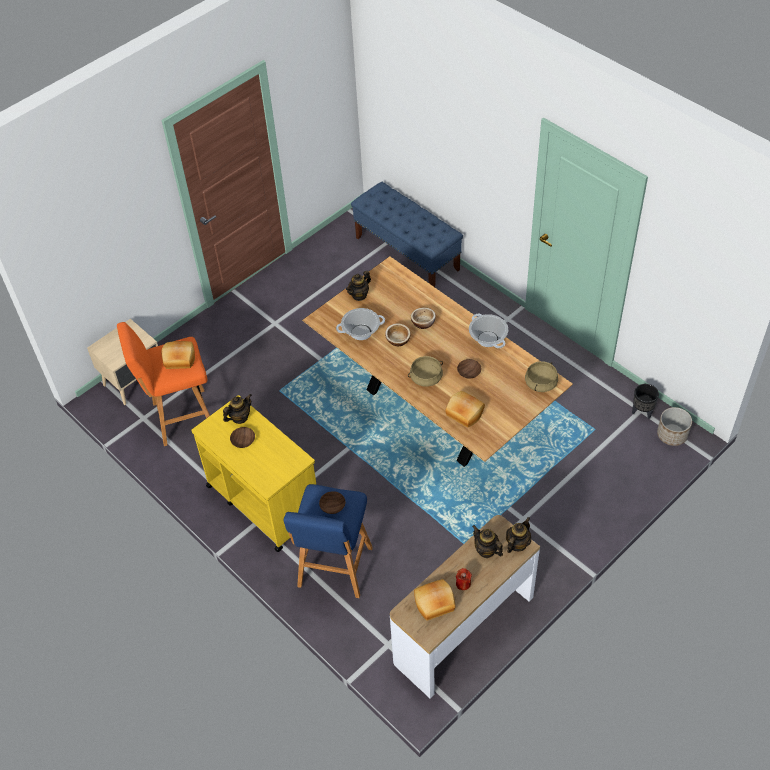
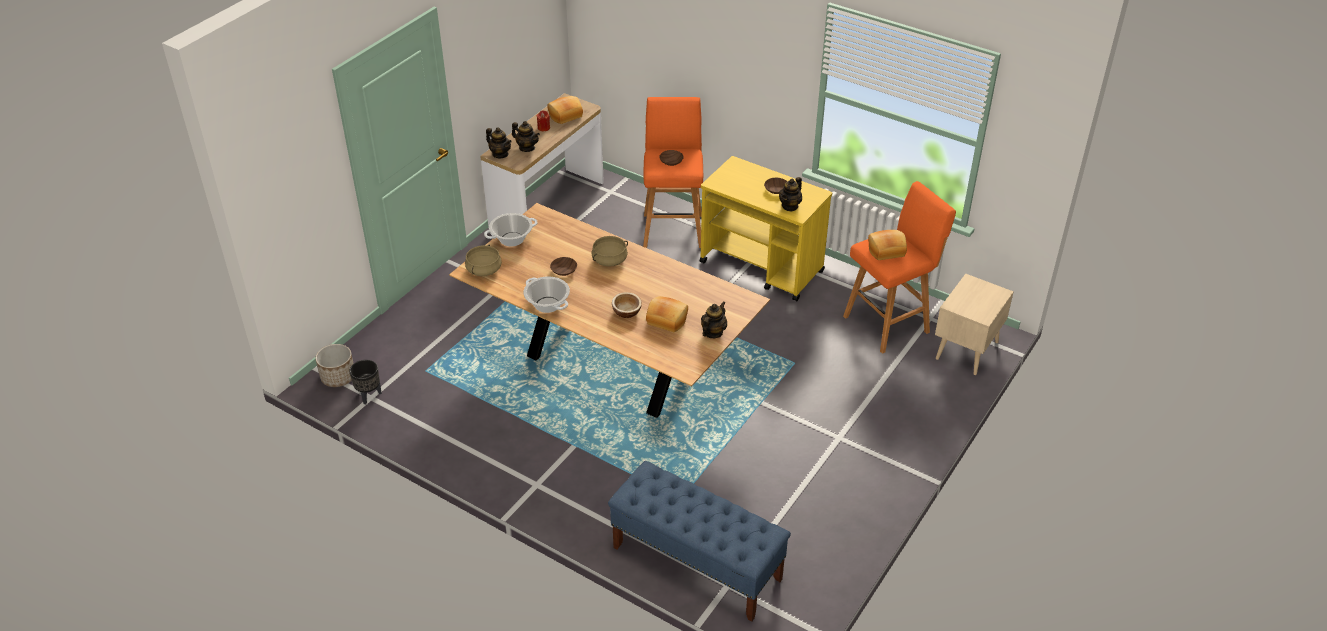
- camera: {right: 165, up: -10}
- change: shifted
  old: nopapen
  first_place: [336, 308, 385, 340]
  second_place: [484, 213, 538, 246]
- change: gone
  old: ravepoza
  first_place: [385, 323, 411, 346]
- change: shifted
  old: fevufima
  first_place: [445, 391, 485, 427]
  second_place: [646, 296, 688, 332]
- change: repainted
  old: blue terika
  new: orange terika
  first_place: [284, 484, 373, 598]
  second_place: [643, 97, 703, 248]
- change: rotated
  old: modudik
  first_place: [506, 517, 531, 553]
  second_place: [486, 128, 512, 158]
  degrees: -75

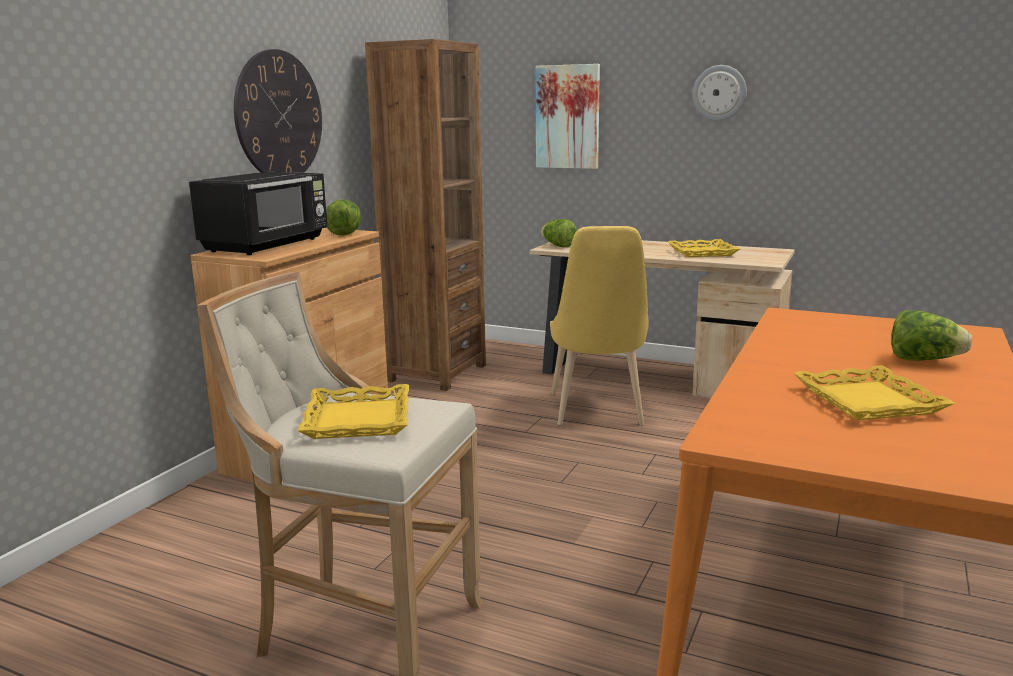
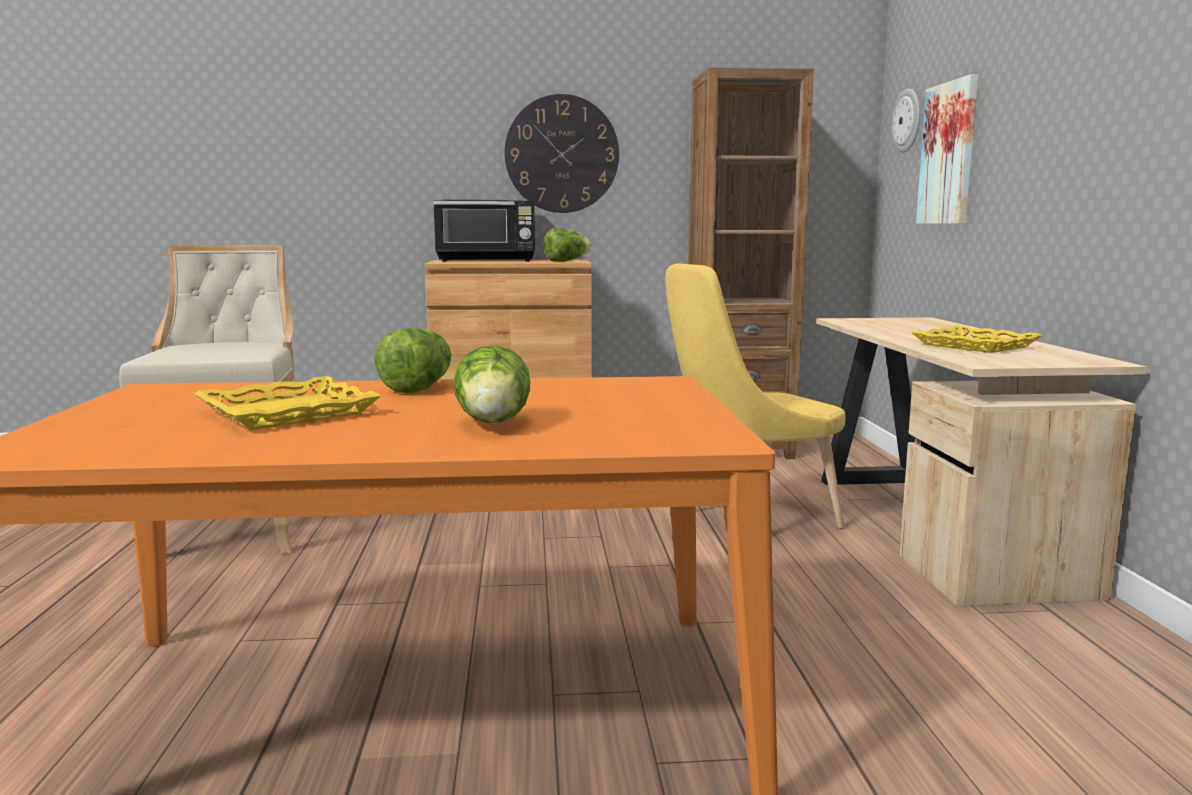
- camera: {right: 60, up: -5}
- change: shifted
  old: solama
  first_place: [692, 65, 747, 121]
  second_place: [892, 88, 920, 153]
- change: shifted
  old: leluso
  first_place: [541, 219, 577, 247]
  second_place: [375, 328, 452, 394]
- change: gone
  old: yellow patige
  first_place: [297, 384, 409, 439]

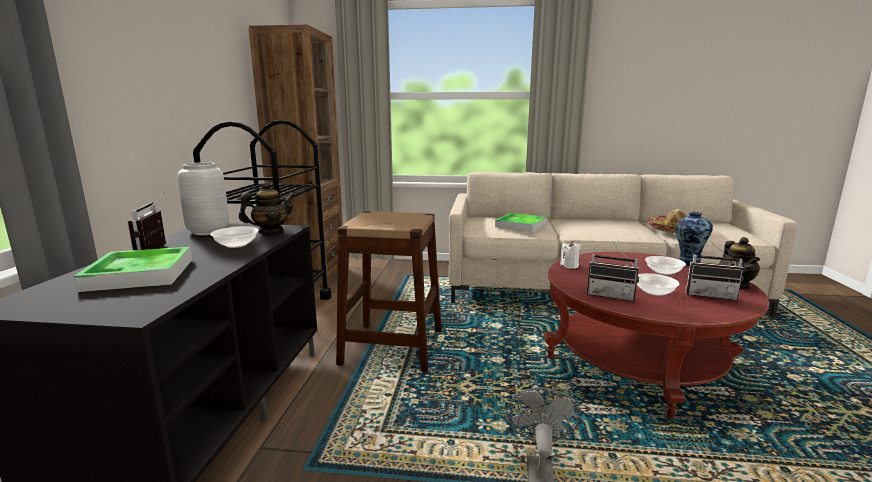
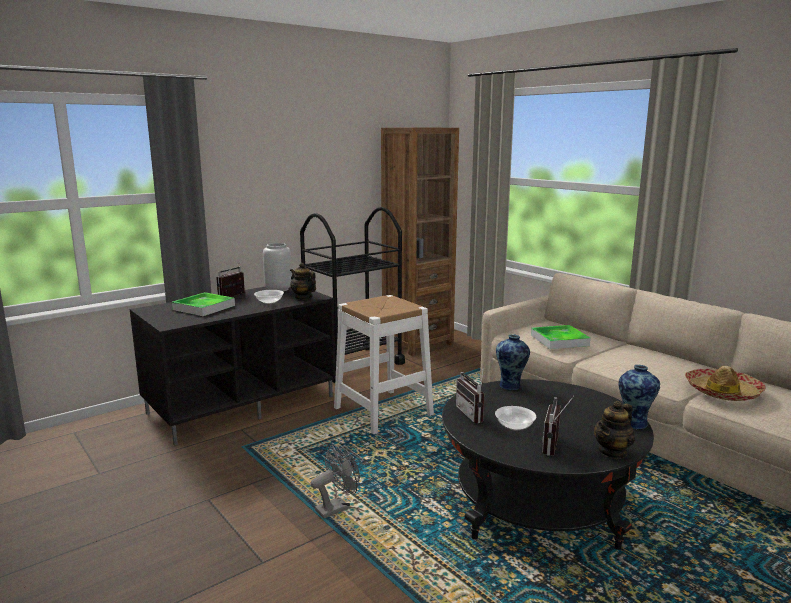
- camera: {right: 45, up: 0}
- change: rotated
  old: modudik
  first_place: [239, 182, 295, 234]
  second_place: [290, 263, 316, 300]
  degrees: -150
- change: repainted
  old: brown terika
  new: white terika
  first_place: [336, 211, 442, 372]
  second_place: [334, 295, 434, 434]
- change: swapped
  old: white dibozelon
  new: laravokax
  first_place: [560, 241, 581, 269]
  second_place: [496, 334, 530, 390]
- change: rotated
  old: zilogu
  first_place: [685, 241, 744, 300]
  second_place: [542, 396, 574, 456]
  degrees: 45
- change: repainted
  old: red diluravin
  new: black diluravin
  first_place: [544, 252, 769, 419]
  second_place: [442, 379, 654, 550]
- change: gone
  old: ravepoza
  first_place: [645, 256, 686, 275]

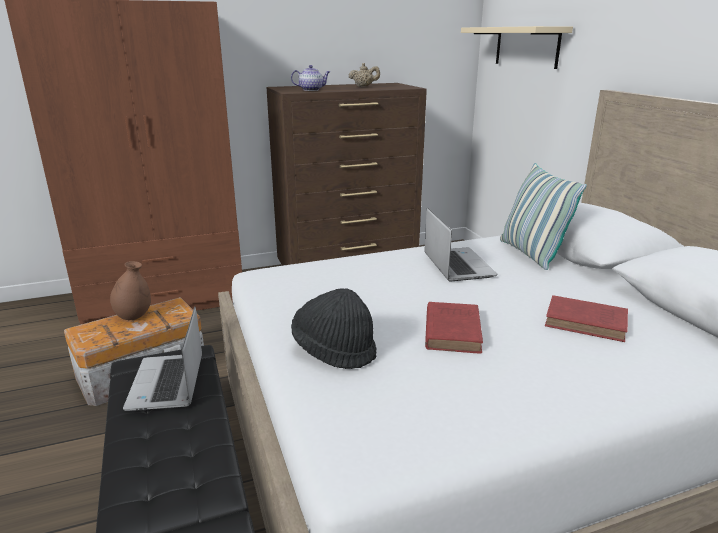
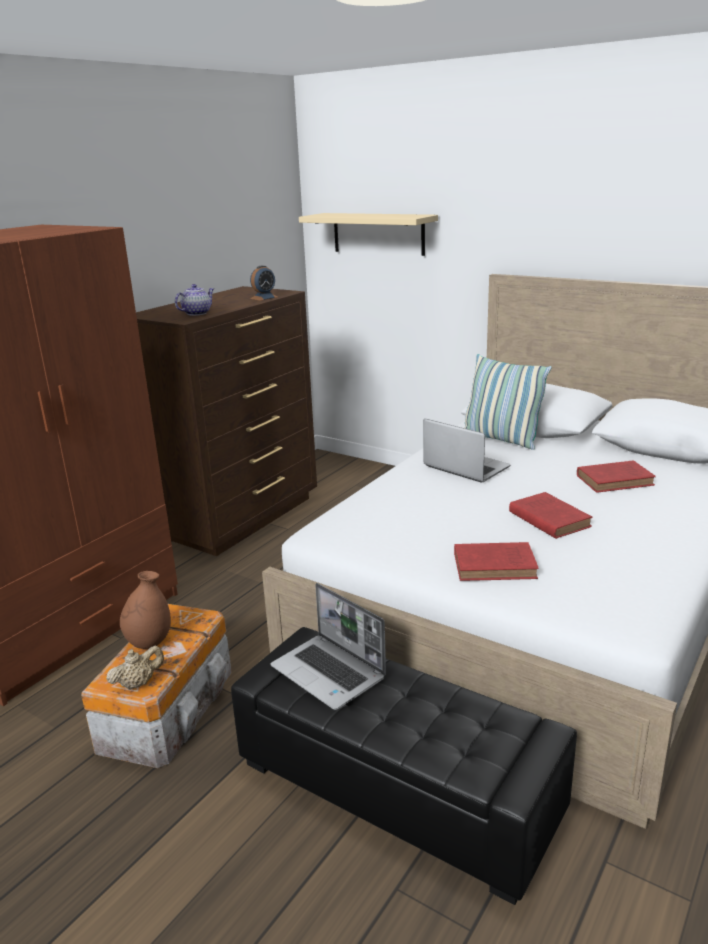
- camera: {right: -35, up: 0}
- change: shifted
  old: beige modudik
  first_place: [348, 63, 380, 87]
  second_place: [106, 645, 164, 690]
- change: swapped
  old: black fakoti
  new: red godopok
  first_place: [291, 288, 376, 369]
  second_place: [454, 542, 539, 581]
- change: new
  new: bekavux
  second_place: [250, 265, 278, 301]

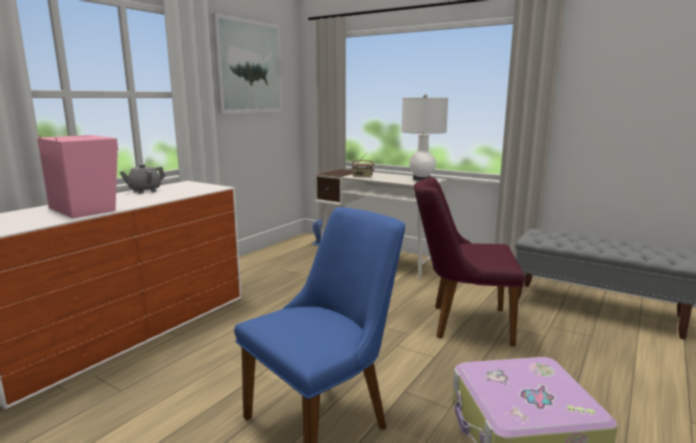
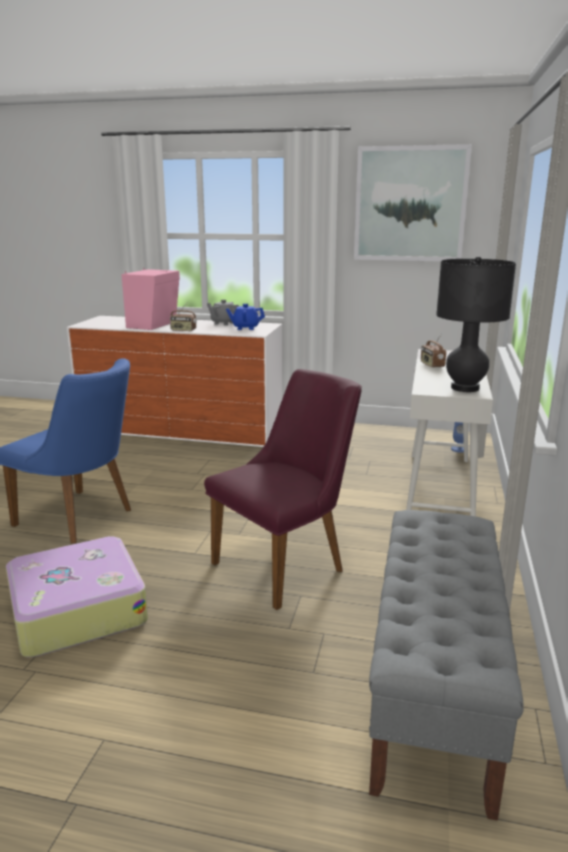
- camera: {right: 70, up: 5}
- change: repainted
  old: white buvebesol
  new: black buvebesol
  first_place: [401, 94, 448, 181]
  second_place: [436, 256, 516, 392]
- change: rotated
  old: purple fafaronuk
  first_place: [414, 177, 525, 346]
  second_place: [204, 369, 362, 610]
  degrees: 60
- change: new
  new: zilogu
  second_place: [170, 302, 197, 332]
- change: new
  new: blue modudik
  second_place: [226, 304, 265, 330]

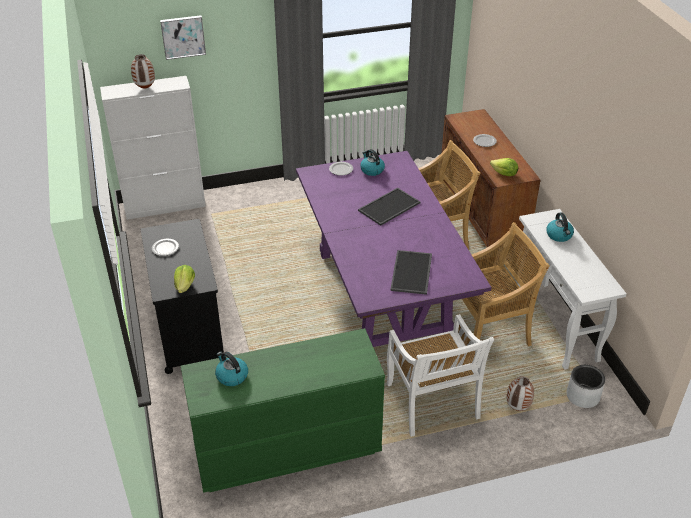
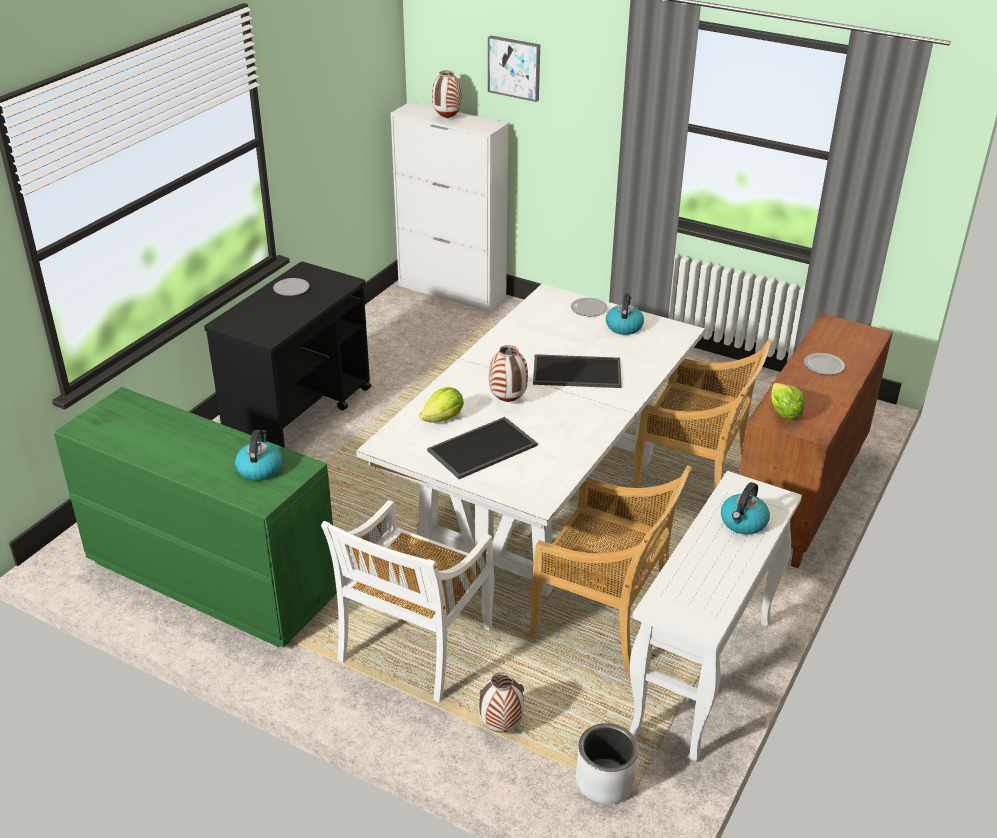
- camera: {right: 45, up: -5}
- change: repainted
  old: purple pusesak
  new: white pusesak
  first_place: [296, 151, 492, 347]
  second_place: [356, 284, 705, 596]
- change: shifted
  old: leluso
  first_place: [174, 265, 195, 293]
  second_place: [420, 387, 464, 423]
- change: shifted
  old: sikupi
  first_place: [215, 352, 248, 386]
  second_place: [235, 430, 282, 481]
- change: new
  new: laravokax
  second_place: [489, 345, 528, 402]

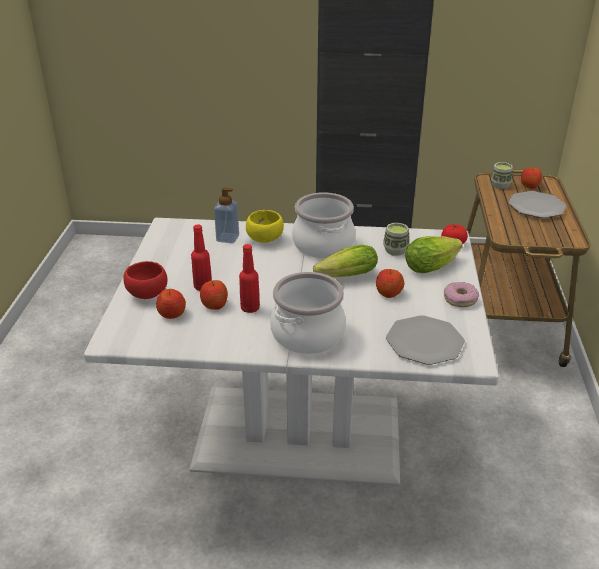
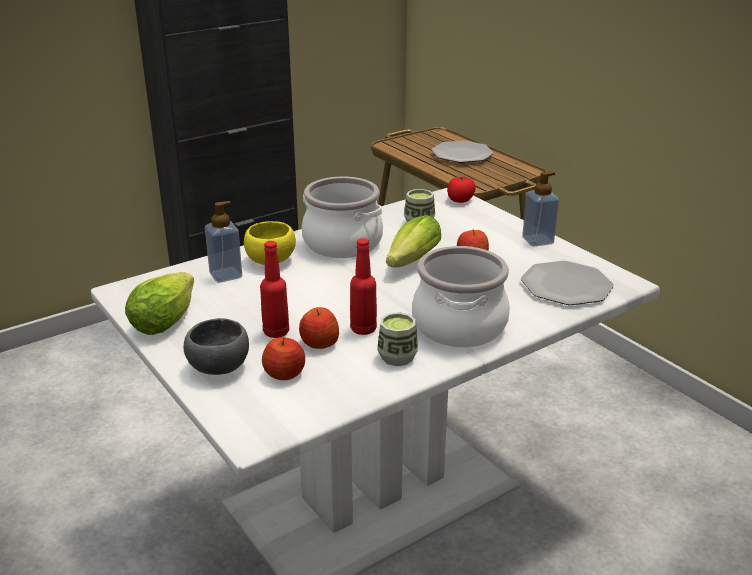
- camera: {right: -40, up: -5}
- change: shifted
  old: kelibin
  first_place: [491, 162, 513, 189]
  second_place: [377, 312, 418, 366]
- change: gone
  old: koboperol
  first_place: [521, 168, 542, 189]
- change: shifted
  old: leluso
  first_place: [405, 236, 463, 273]
  second_place: [125, 272, 194, 335]
- change: repainted
  old: red ravepoza
  new: grey ravepoza
  first_place: [123, 261, 167, 299]
  second_place: [184, 318, 249, 375]
- change: swapped
  old: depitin
  new: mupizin
  first_place: [444, 282, 479, 307]
  second_place: [522, 172, 559, 246]

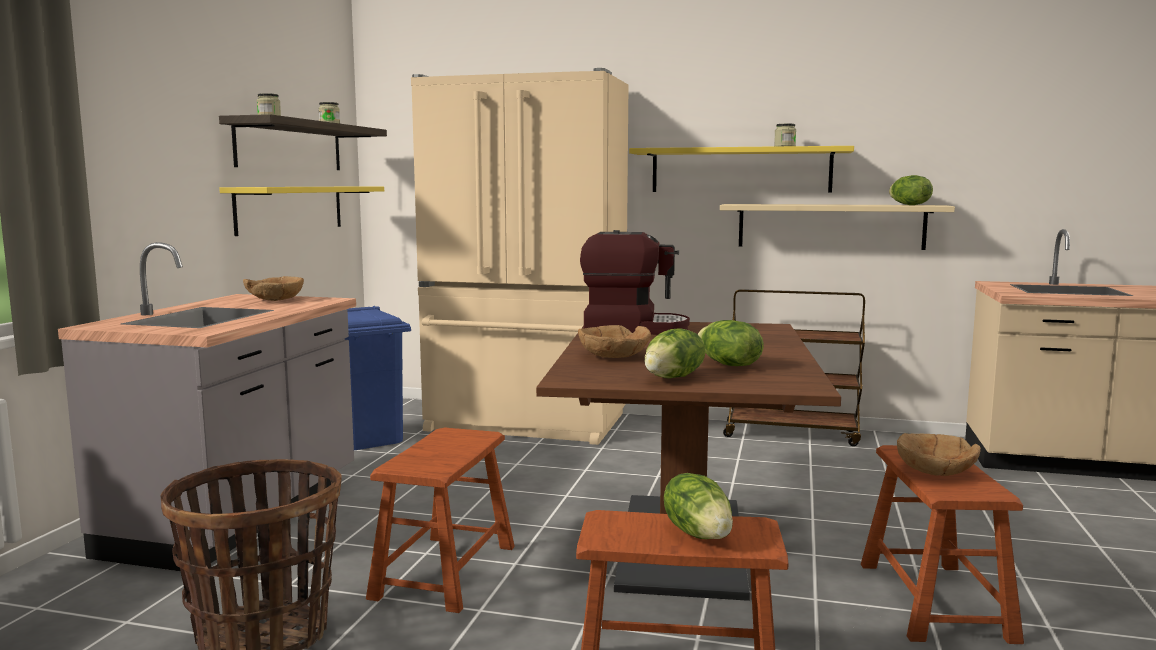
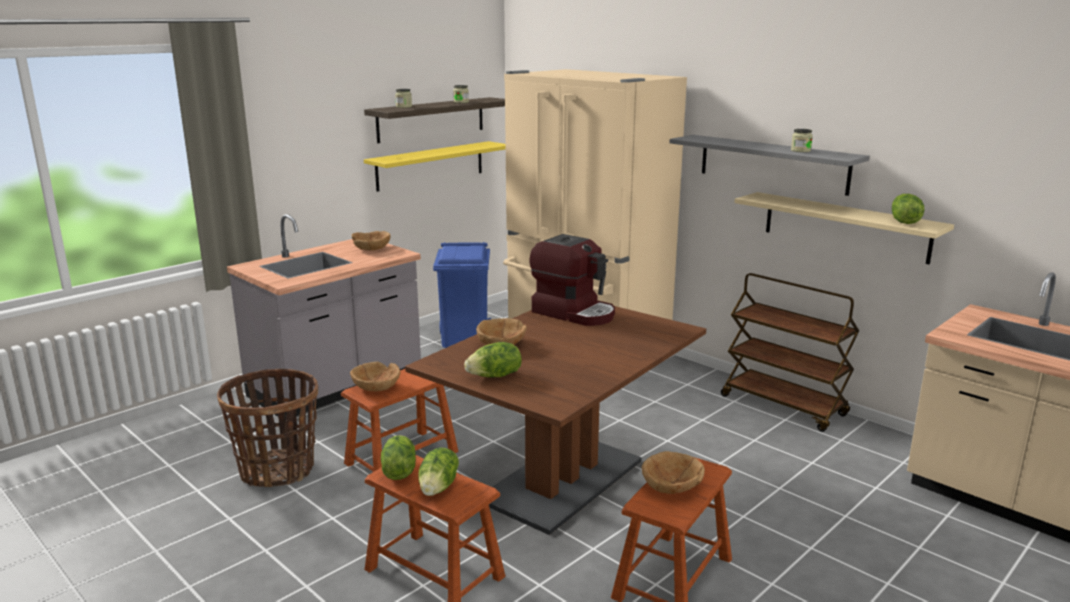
- camera: {right: 30, up: 10}
- change: repainted
  old: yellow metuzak
  new: grey metuzak
  first_place: [629, 146, 854, 192]
  second_place: [669, 135, 870, 196]
- change: shifted
  old: leluso
  first_place: [698, 320, 764, 366]
  second_place: [381, 435, 416, 480]
- change: new
  new: brown ravepoza
  second_place: [350, 362, 400, 392]

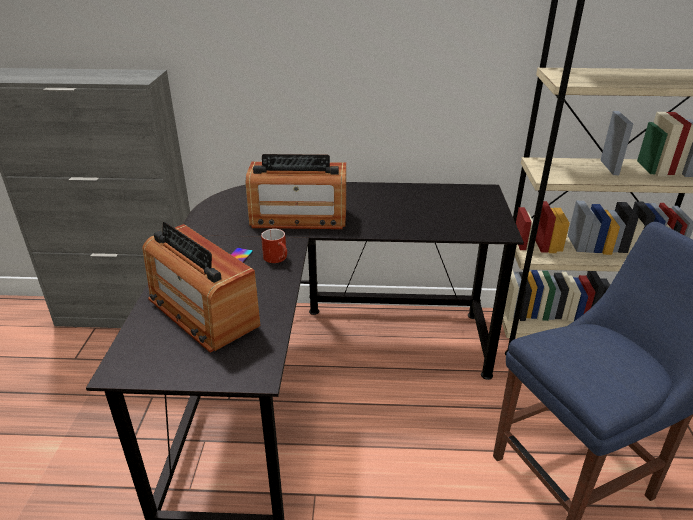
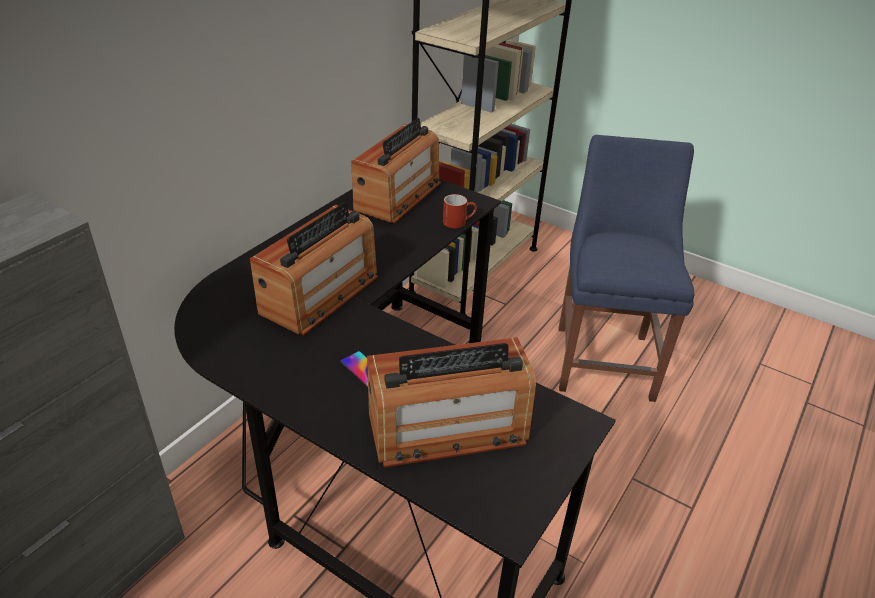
- camera: {right: -60, up: 5}
- change: shifted
  old: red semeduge
  first_place: [261, 229, 287, 263]
  second_place: [443, 194, 477, 228]
- change: new
  new: zilogu
  second_place: [351, 118, 441, 223]

